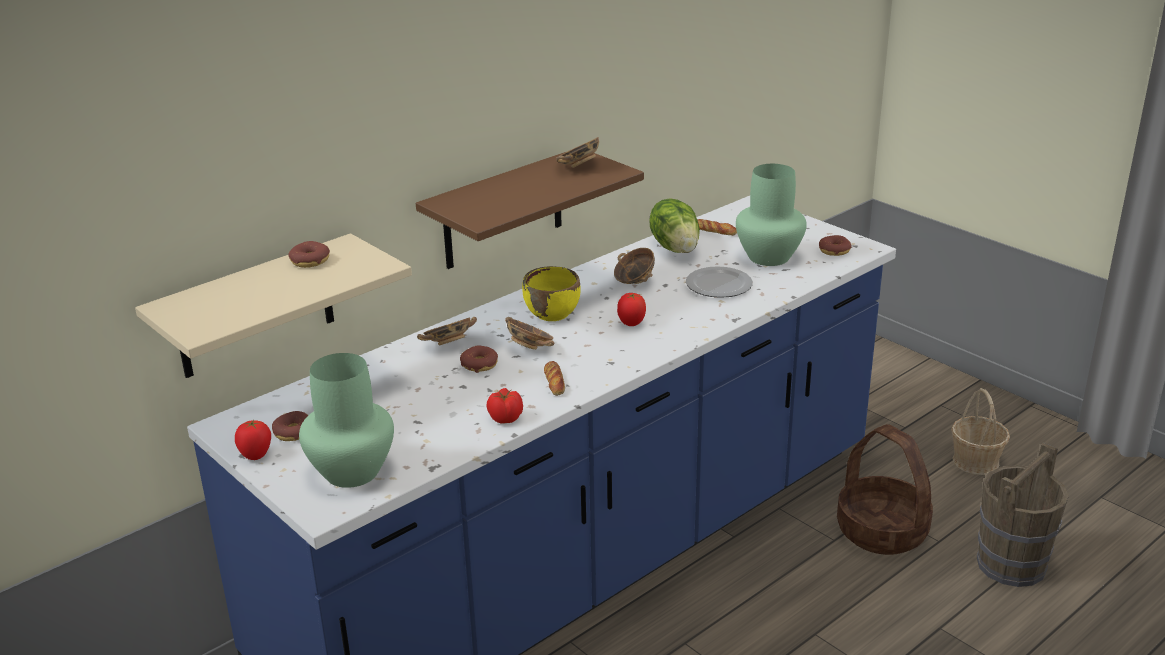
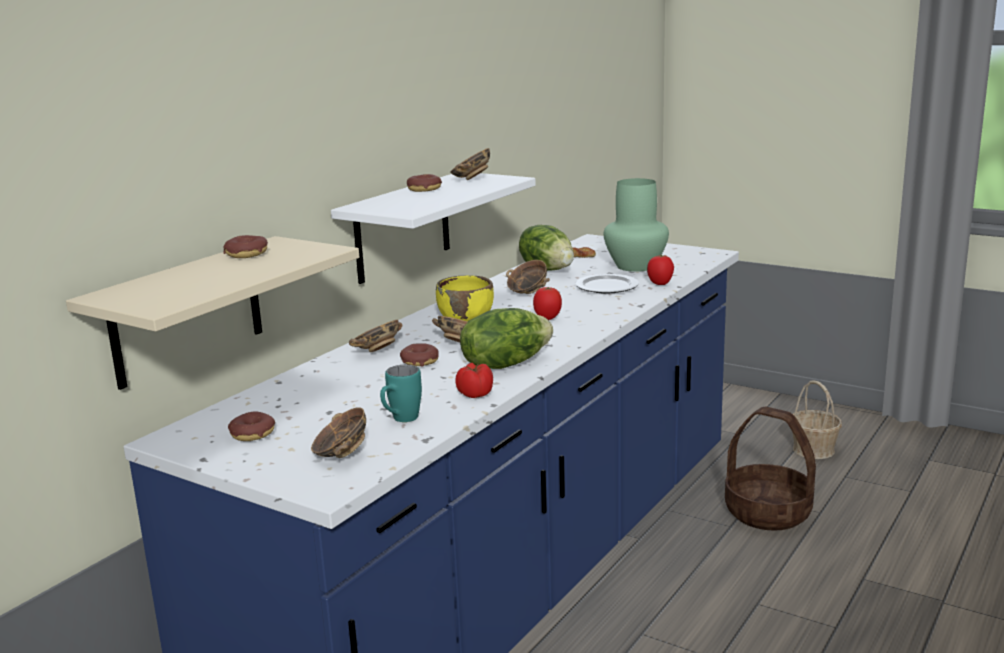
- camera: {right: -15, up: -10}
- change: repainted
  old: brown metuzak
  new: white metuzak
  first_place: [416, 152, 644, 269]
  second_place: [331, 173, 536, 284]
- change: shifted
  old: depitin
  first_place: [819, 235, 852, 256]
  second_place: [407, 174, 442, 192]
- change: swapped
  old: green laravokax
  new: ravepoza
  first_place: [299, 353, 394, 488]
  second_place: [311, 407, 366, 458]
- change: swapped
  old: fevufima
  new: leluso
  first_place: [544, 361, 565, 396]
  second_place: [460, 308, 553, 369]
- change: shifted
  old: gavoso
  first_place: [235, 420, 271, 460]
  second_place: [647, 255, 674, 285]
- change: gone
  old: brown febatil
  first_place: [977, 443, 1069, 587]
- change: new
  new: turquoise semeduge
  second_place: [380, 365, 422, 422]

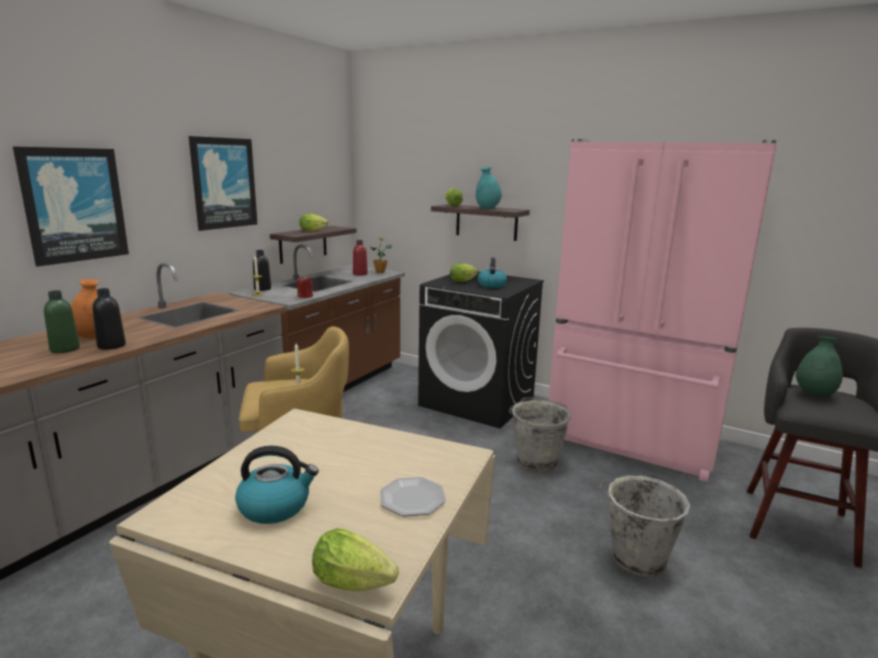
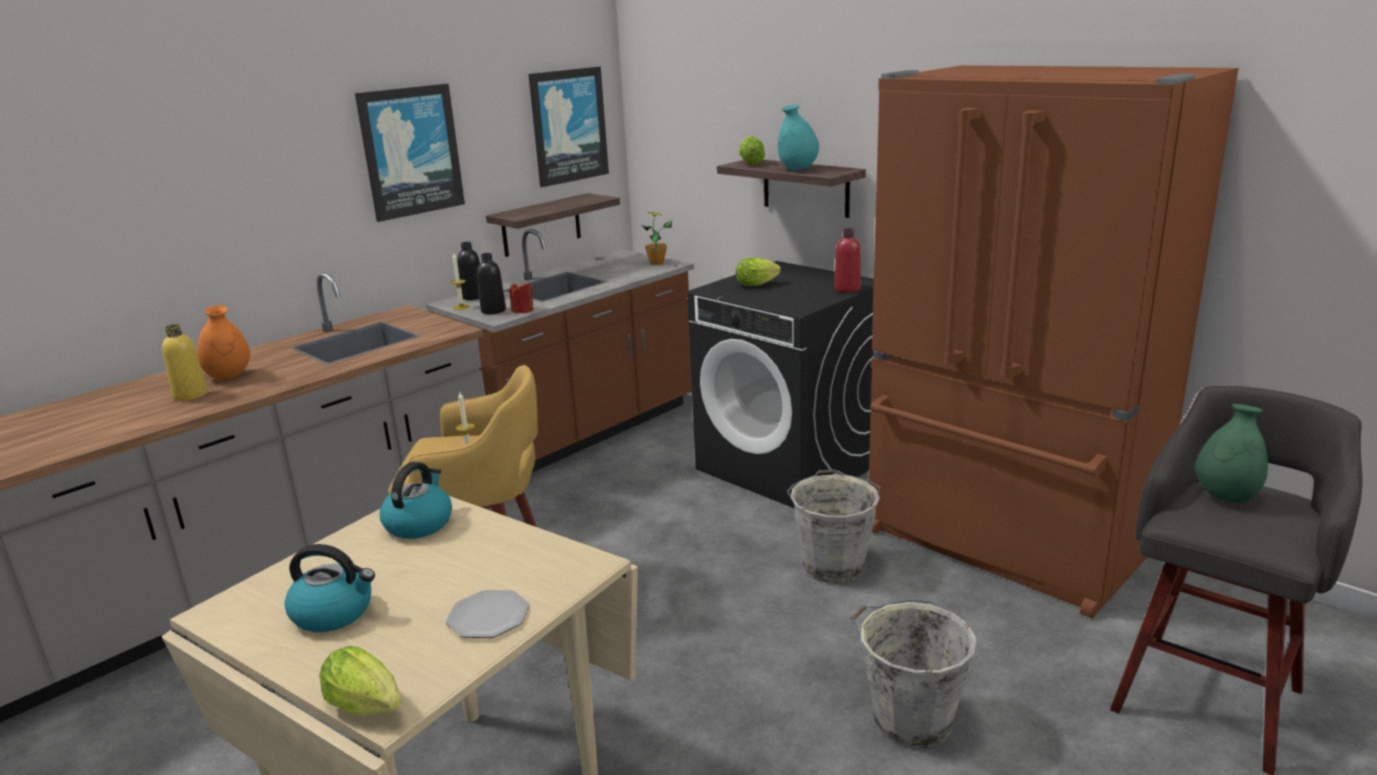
- camera: {right: 15, up: 5}
- change: repainted
  old: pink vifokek
  new: brown vifokek
  first_place: [548, 139, 776, 482]
  second_place: [869, 65, 1239, 618]
- change: shifted
  old: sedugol
  first_place: [13, 146, 129, 267]
  second_place: [528, 67, 609, 187]
- change: gone
  old: leluso
  first_place: [300, 214, 328, 231]
- change: shifted
  old: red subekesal
  first_place: [353, 240, 368, 276]
  second_place: [834, 228, 861, 293]
- change: shifted
  old: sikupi
  first_place: [478, 258, 507, 288]
  second_place: [380, 462, 452, 539]
- change: shifted
  old: black subekesal
  first_place: [92, 288, 126, 350]
  second_place: [477, 253, 506, 314]
- change: repainted
  old: green subekesal
  new: yellow subekesal
  first_place: [44, 290, 80, 353]
  second_place: [162, 324, 207, 401]

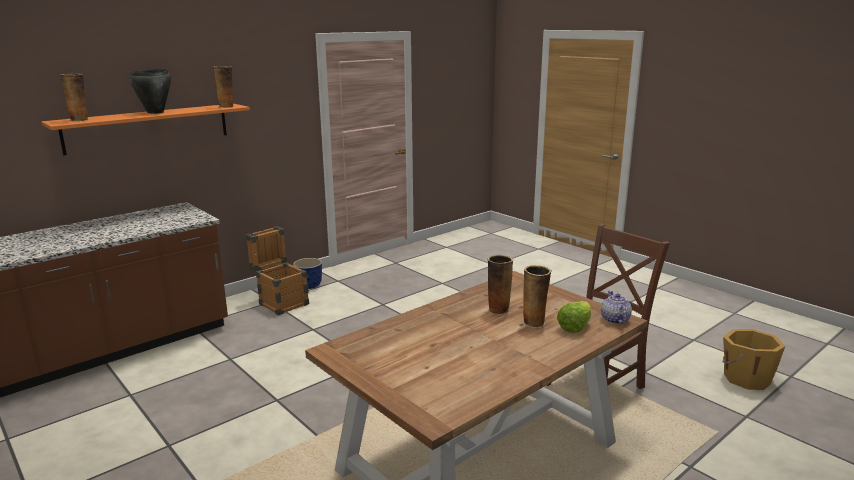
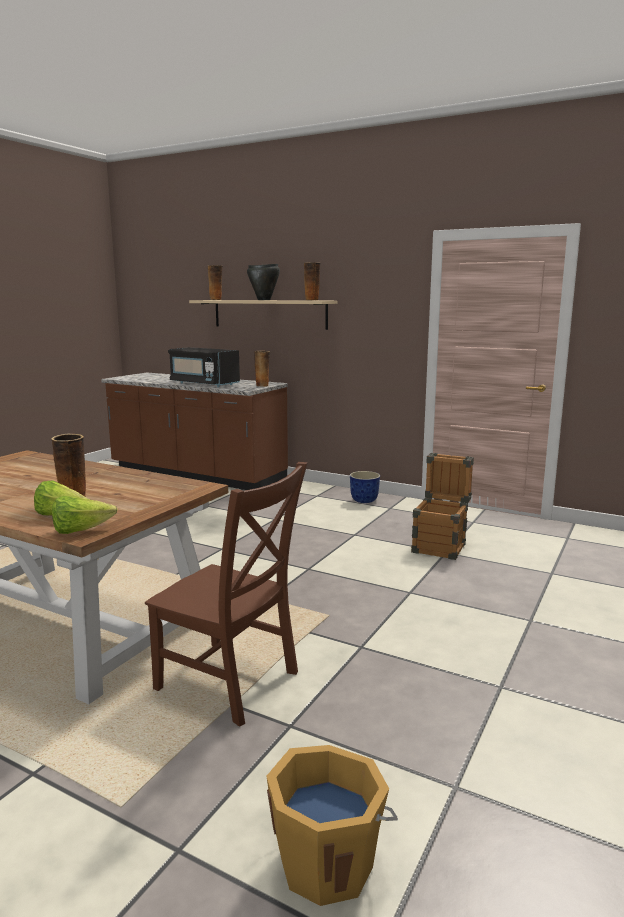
- camera: {right: 70, up: -5}
- change: repainted
  old: orange metuzak
  new: beige metuzak
  first_place: [41, 104, 250, 155]
  second_place: [189, 300, 338, 330]
- change: shifted
  old: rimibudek
  first_place: [246, 226, 309, 315]
  second_place: [411, 453, 474, 560]
- change: shifted
  old: laravokax
  first_place: [487, 255, 513, 315]
  second_place: [254, 351, 270, 387]
- change: swapped
  old: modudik
  new: leluso
  first_place: [601, 291, 632, 324]
  second_place: [52, 496, 118, 534]
- change: new
  new: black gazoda
  second_place: [168, 347, 240, 387]

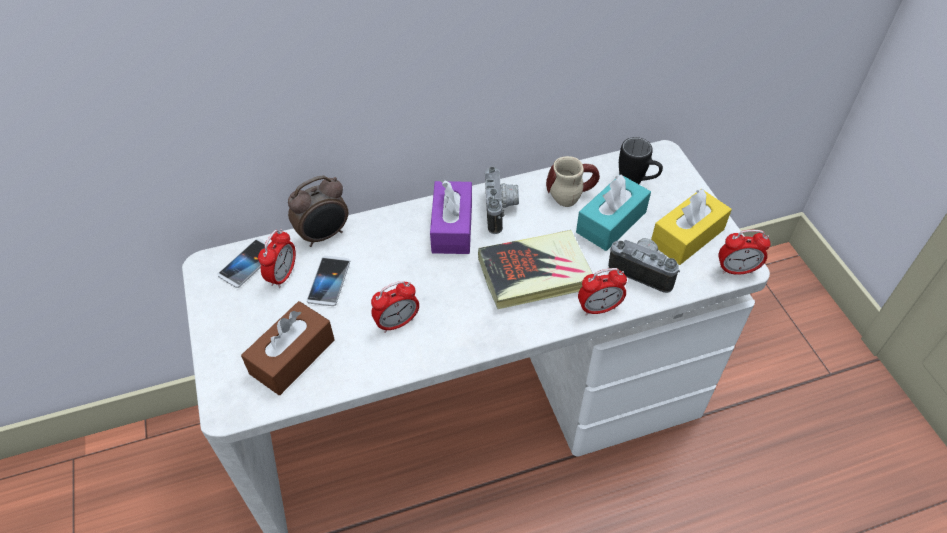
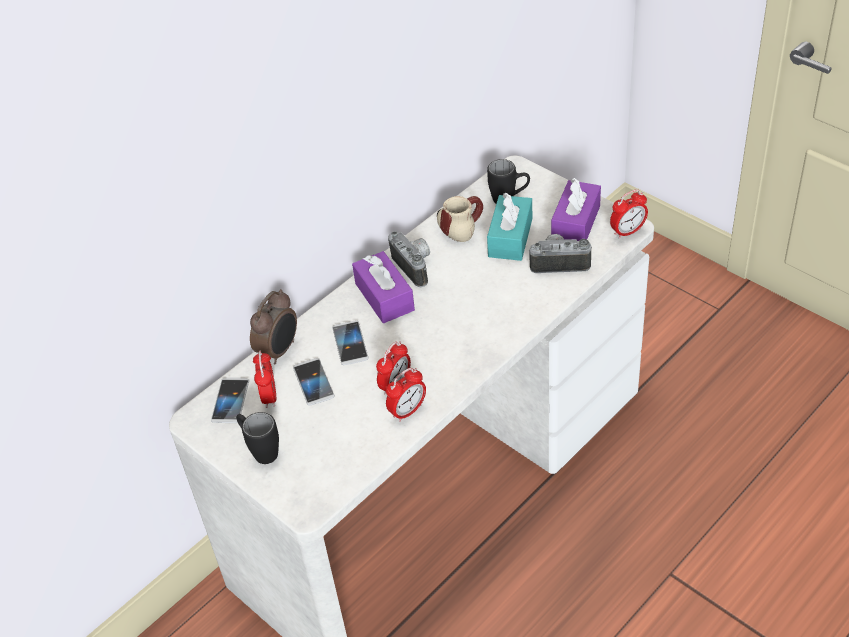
- camera: {right: -25, up: -5}
- change: repainted
  old: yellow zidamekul
  new: purple zidamekul
  first_place: [651, 189, 732, 265]
  second_place: [551, 178, 601, 241]
- change: gone
  old: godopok
  first_place: [478, 230, 593, 309]
- change: shifted
  old: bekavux
  first_place: [578, 268, 627, 315]
  second_place: [386, 368, 426, 422]
- change: gone
  old: brown zidamekul
  first_place: [241, 301, 335, 395]
- change: new
  new: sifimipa
  second_place: [332, 320, 369, 365]
- change: new
  new: black semeduge
  second_place: [236, 412, 279, 464]

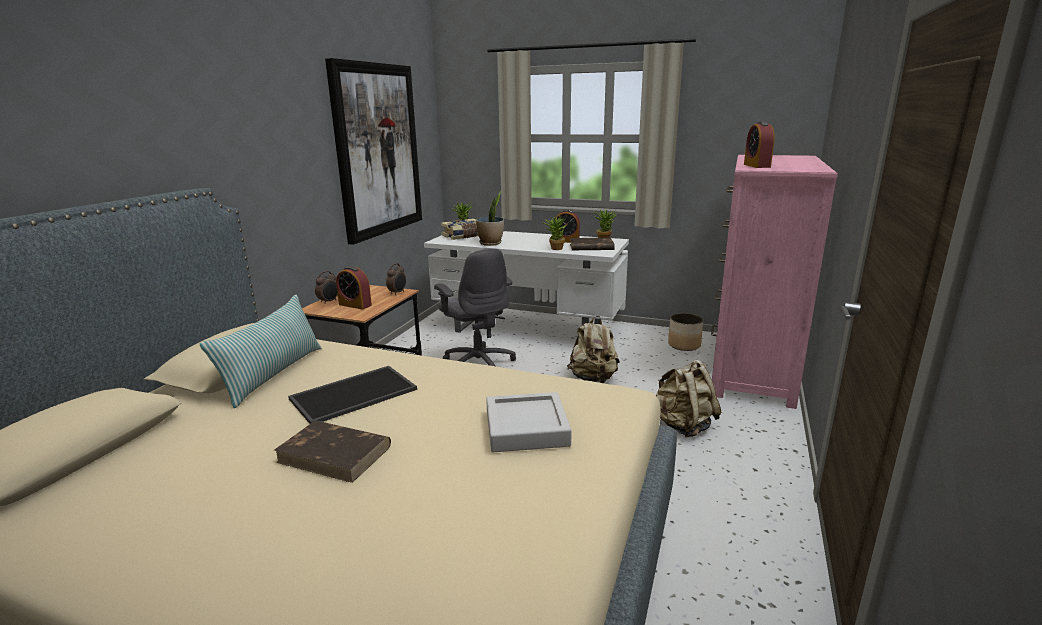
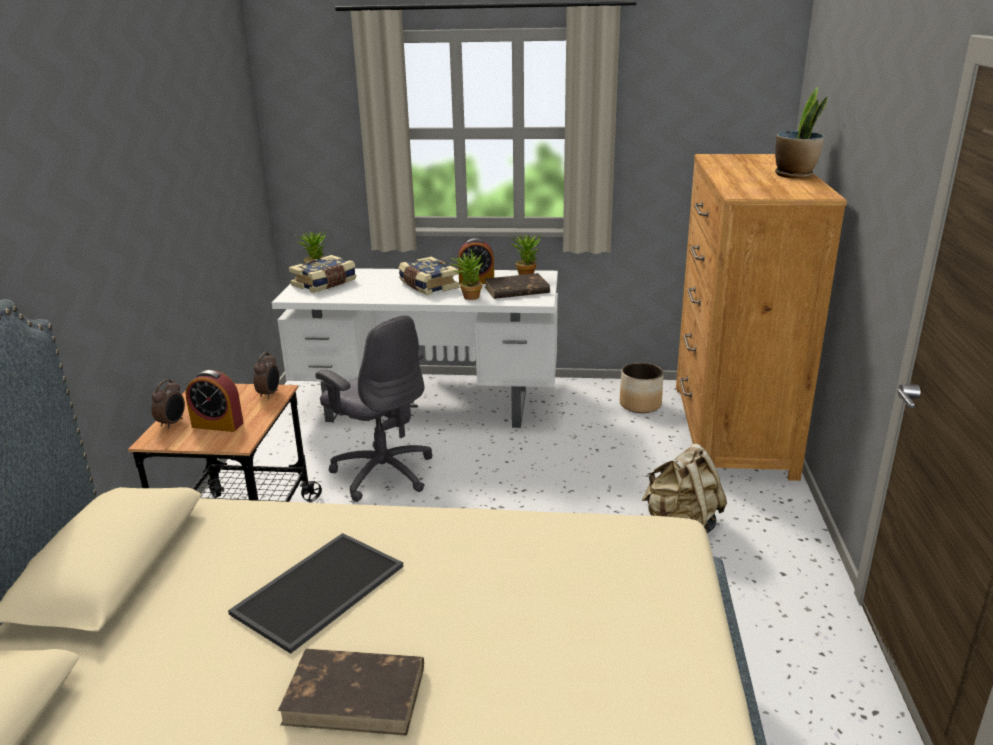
- camera: {right: -15, up: 5}
- change: gone
  old: sedugol
  first_place: [325, 58, 422, 245]
- change: gone
  old: bekavux
  first_place: [744, 122, 775, 168]
- change: repainted
  old: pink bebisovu
  new: brown bebisovu
  first_place: [711, 155, 838, 409]
  second_place: [676, 154, 847, 481]
- change: shifted
  old: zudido
  first_place: [476, 191, 504, 246]
  second_place: [775, 87, 828, 179]
- change: gone
  old: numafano
  first_place: [200, 295, 321, 408]
- change: gone
  old: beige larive
  first_place: [567, 316, 620, 383]
- change: gone
  old: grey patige
  first_place: [486, 392, 572, 452]
- change: new
  new: godopok
  second_place: [399, 256, 459, 295]

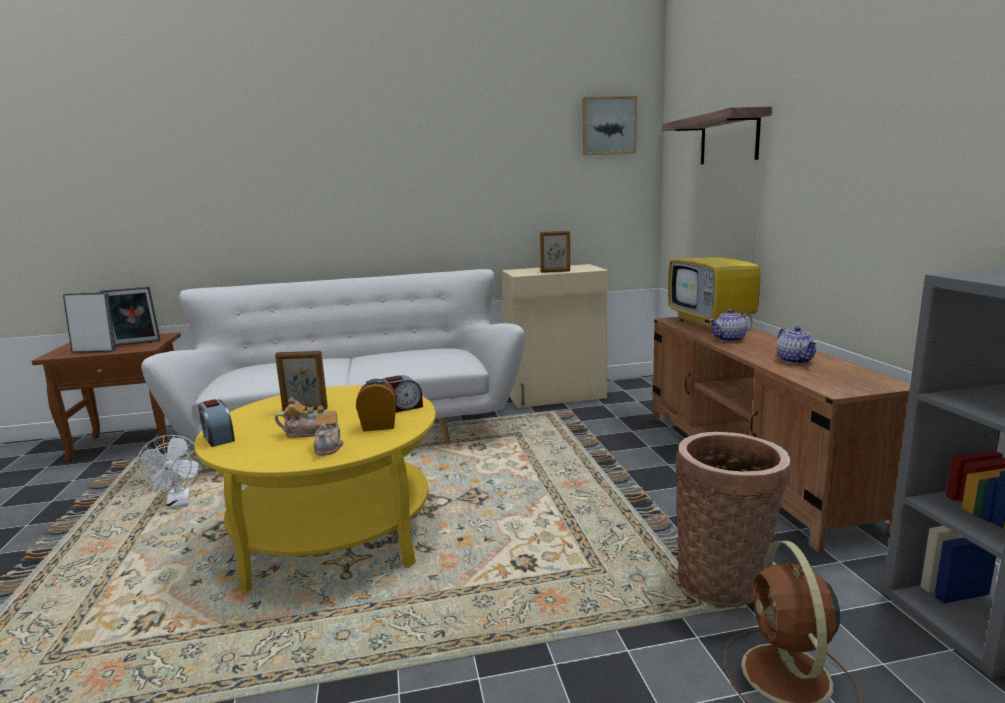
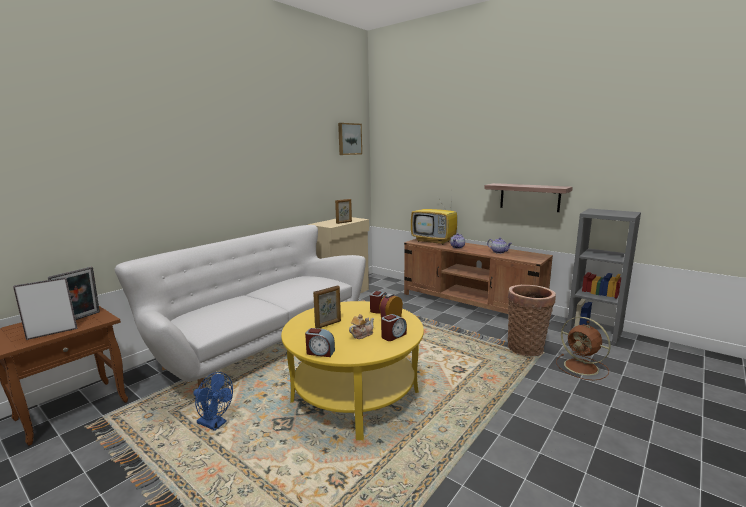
- camera: {right: -40, up: 0}
- change: shifted
  old: metuzak
  first_place: [662, 106, 772, 164]
  second_place: [484, 183, 573, 212]
- change: swapped
  old: modudik
  new: bekavux
  first_place: [313, 405, 344, 456]
  second_place: [381, 314, 407, 341]
- change: repainted
  old: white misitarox
  new: blue misitarox
  first_place: [136, 435, 203, 509]
  second_place: [193, 372, 233, 431]

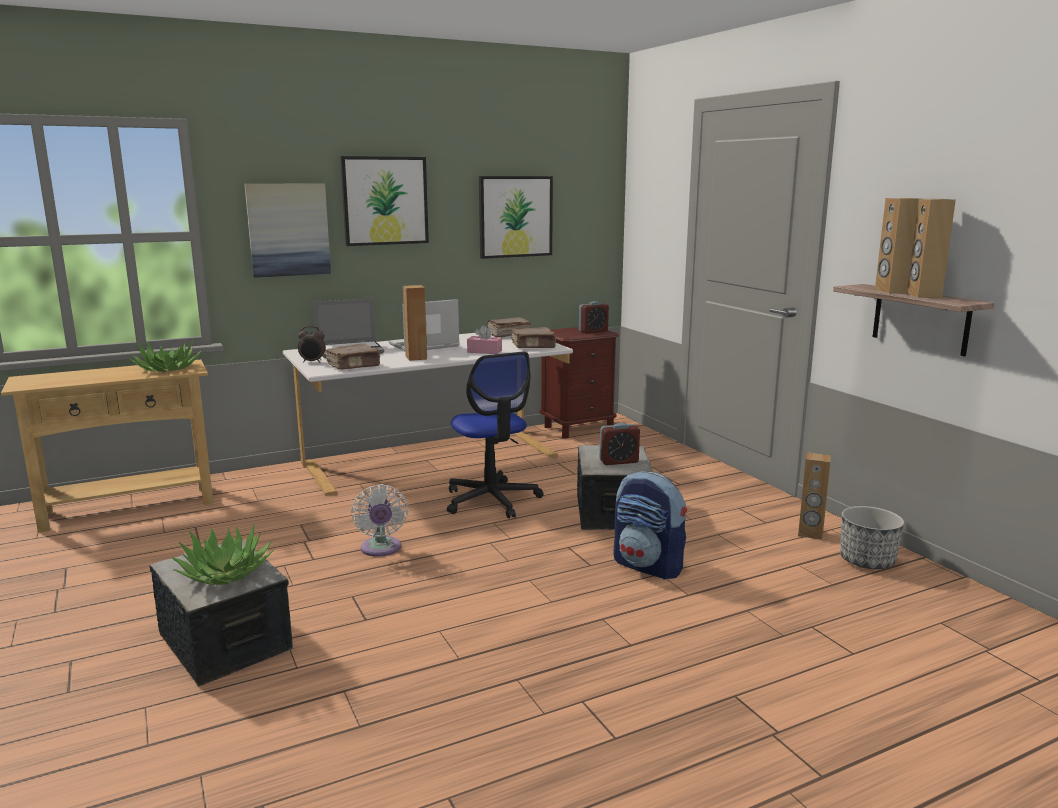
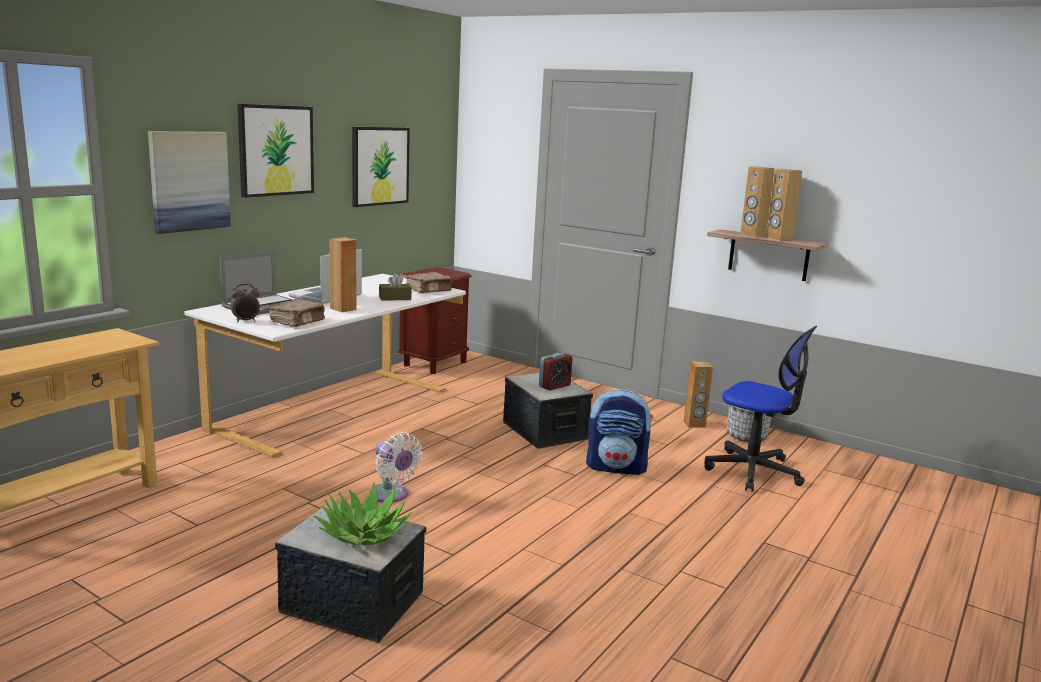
- camera: {right: -30, up: 0}
- change: gone
  old: bekavux
  first_place: [579, 301, 609, 334]
- change: gone
  old: brown godopok
  first_place: [487, 317, 531, 337]
- change: repainted
  old: pink zidamekul
  new: brown zidamekul
  first_place: [467, 325, 502, 354]
  second_place: [379, 273, 412, 301]
- change: gone
  old: zudido
  first_place: [128, 339, 202, 372]
- change: shifted
  old: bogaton
  first_place: [447, 352, 543, 518]
  second_place: [704, 326, 817, 492]

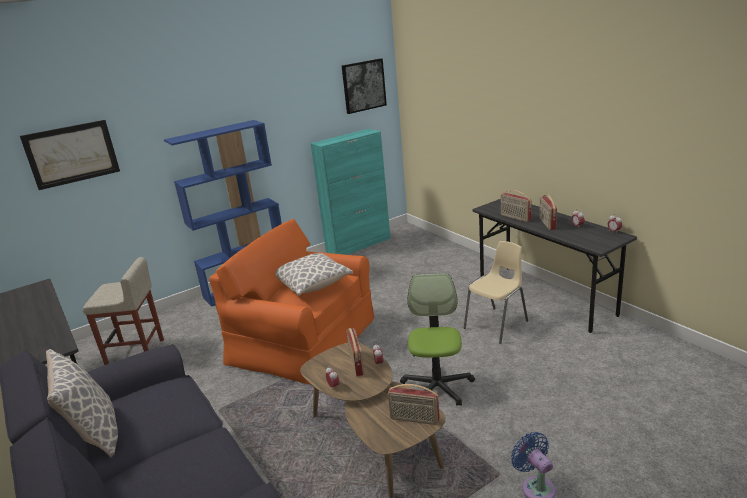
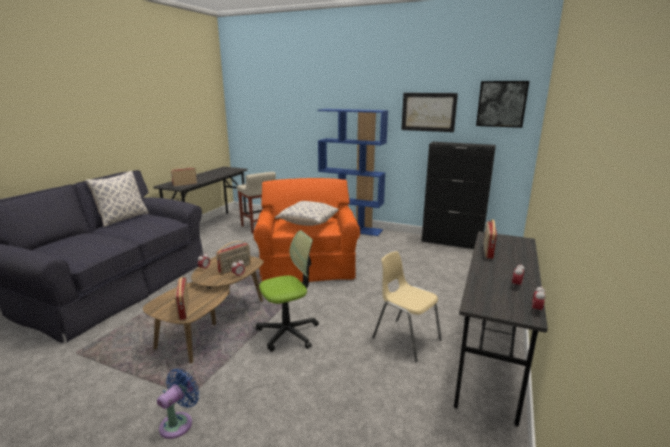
- camera: {right: 55, up: -5}
- change: shifted
  old: sedugol
  first_place: [20, 120, 120, 190]
  second_place: [401, 93, 458, 132]
- change: repainted
  old: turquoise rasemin
  new: black rasemin
  first_place: [310, 129, 391, 255]
  second_place: [421, 142, 496, 249]
- change: shifted
  old: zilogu
  first_place: [539, 195, 557, 230]
  second_place: [171, 165, 197, 186]
- change: rotated
  old: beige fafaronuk
  first_place: [464, 241, 528, 344]
  second_place: [372, 251, 442, 362]
  degrees: -150

